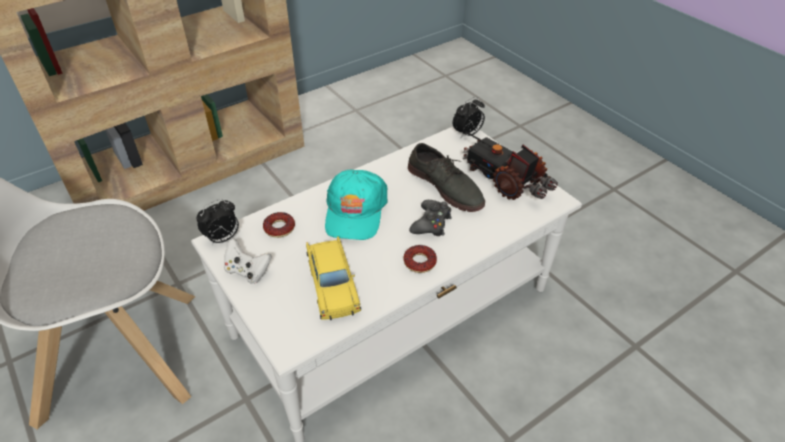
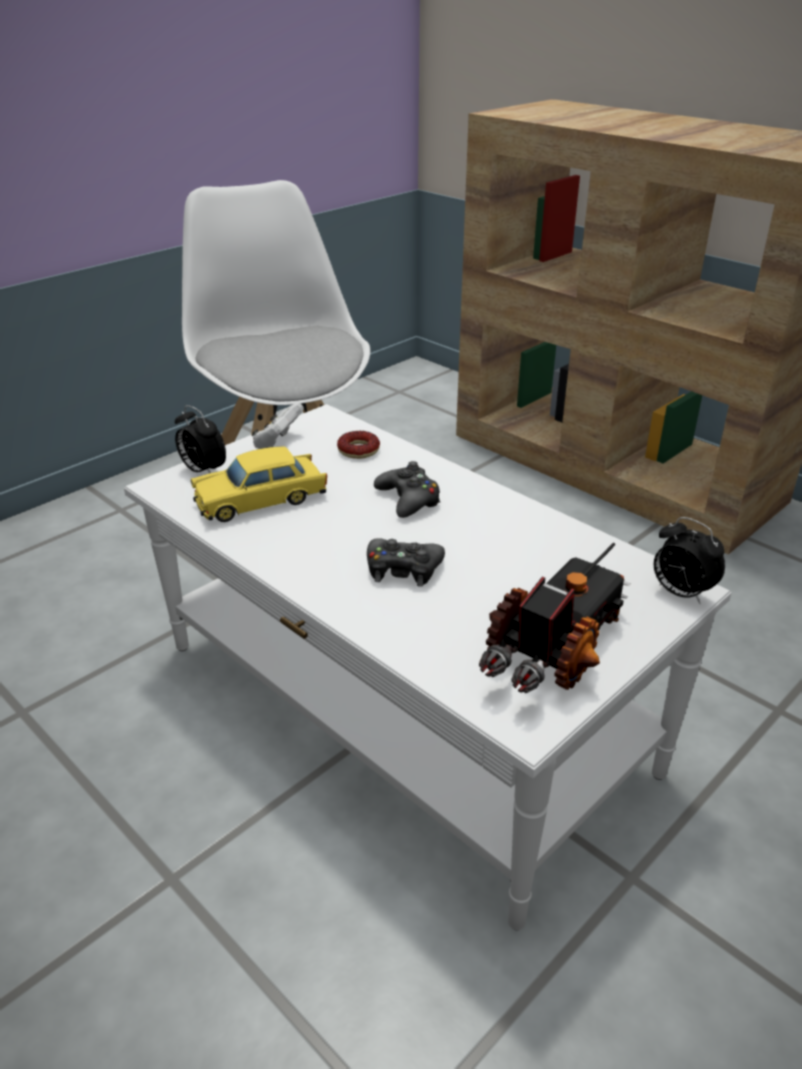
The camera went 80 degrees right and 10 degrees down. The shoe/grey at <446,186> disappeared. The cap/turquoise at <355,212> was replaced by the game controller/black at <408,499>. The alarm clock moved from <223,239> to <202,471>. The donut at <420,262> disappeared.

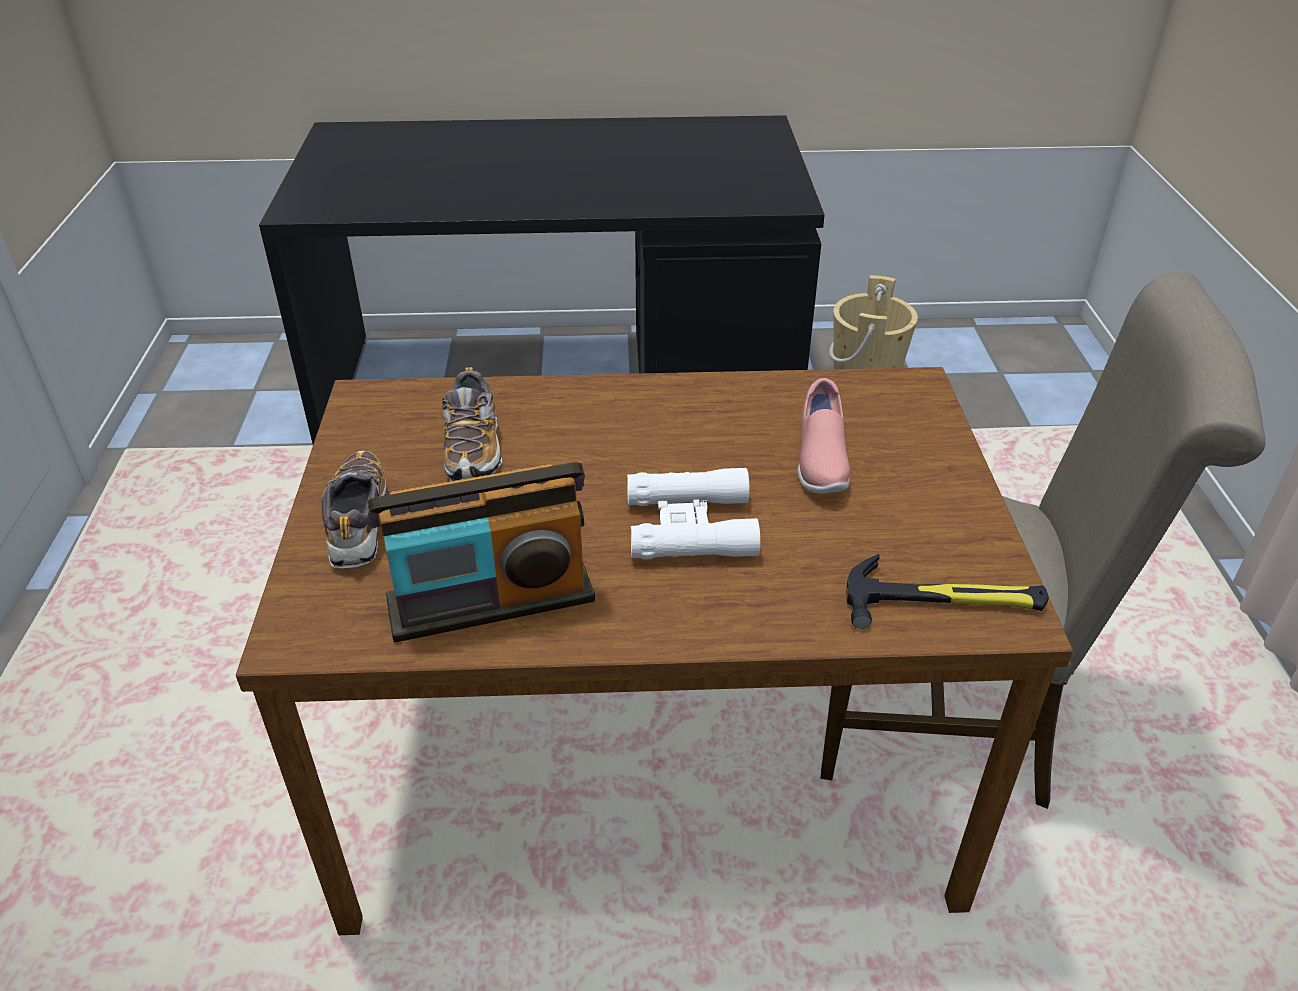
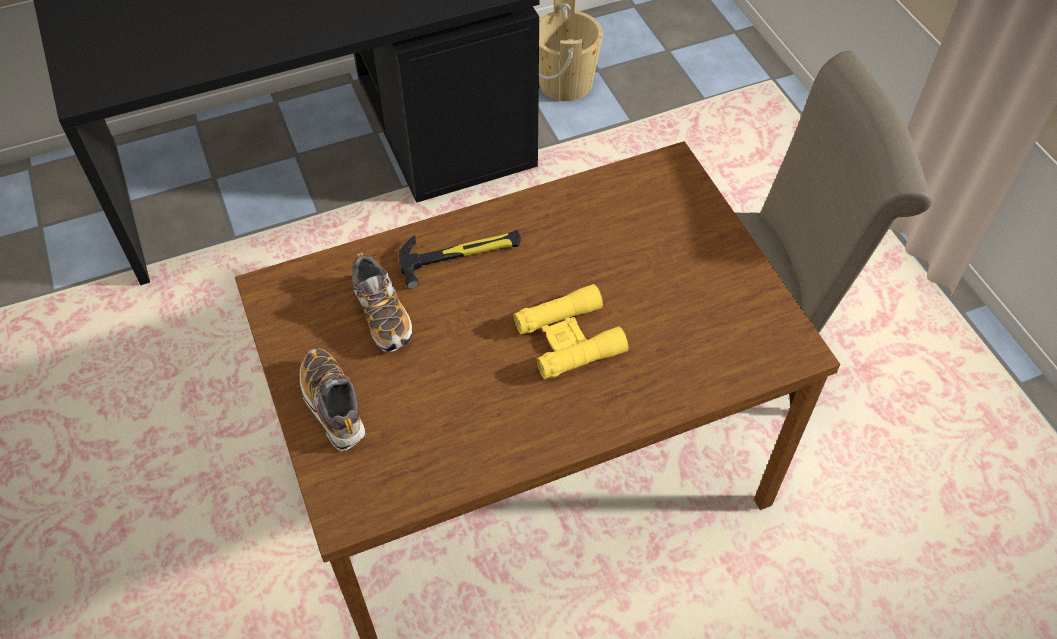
The camera went 20 degrees left and 15 degrees up. The shoe/pink at <819,462> disappeared. The radio at <491,601> disappeared. The binoculars/white at <690,526> became the binoculars/yellow at <569,339>. The hammer moved from <945,600> to <460,254>.

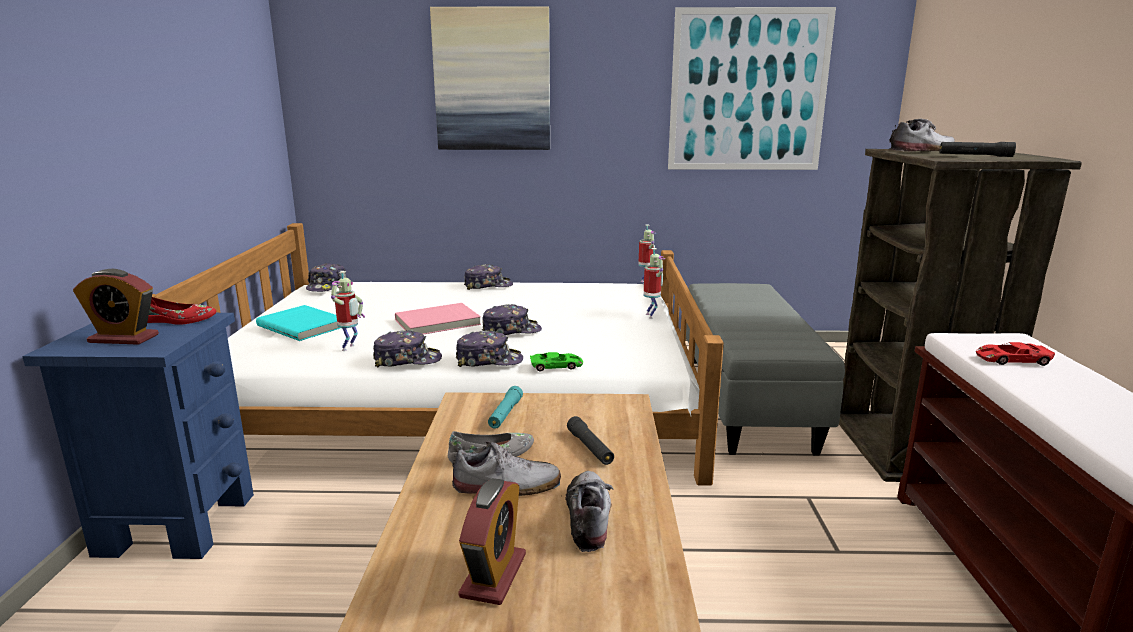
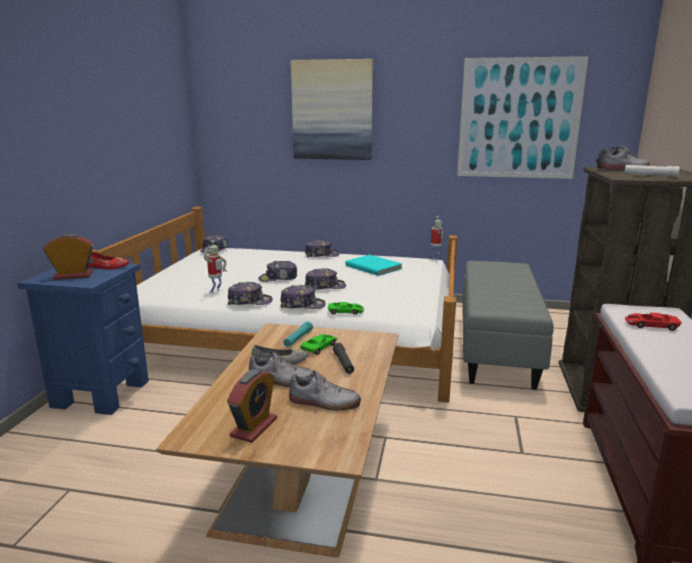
The camera went 10 degrees right and 0 degrees up. The flashlight/black at <975,156> became the flashlight/white at <650,175>. The toy robot at <651,316> disappeared. The alarm clock at <123,338> turned 150 degrees clockwise. The book/pink at <438,323> was replaced by the cap at <278,278>. The book/turquoise moved from <303,325> to <374,267>. The shoe at <588,517> turned 90 degrees clockwise. The toy car/green at <319,347> appeared.

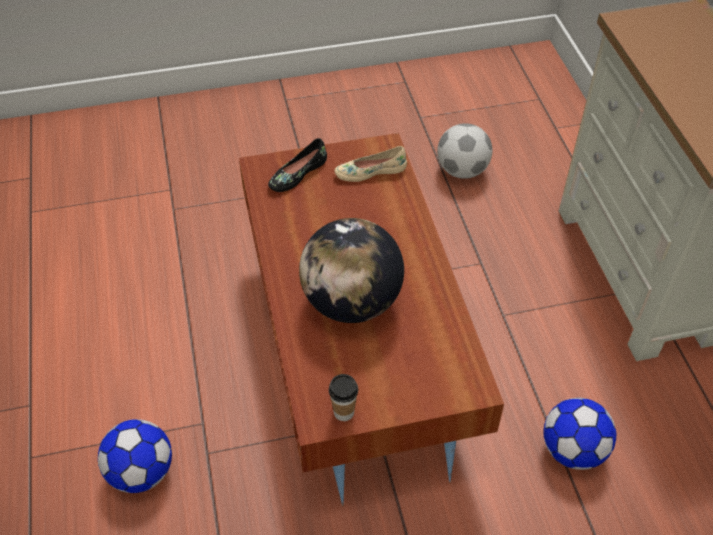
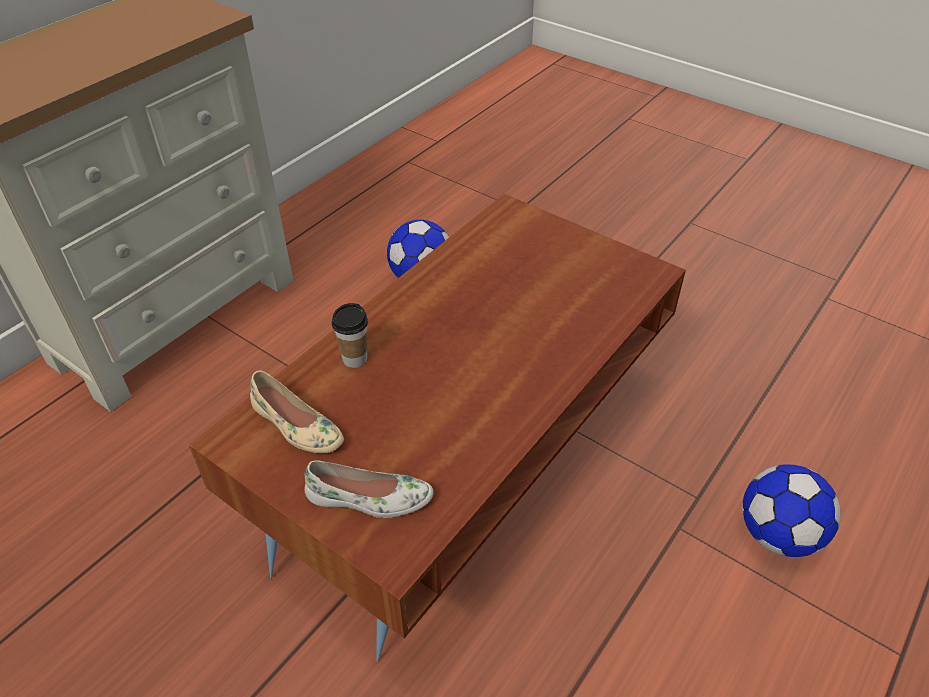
The camera went 130 degrees left and 5 degrees down. The football at <462,170> disappeared. The shoe/black at <297,173> became the shoe/white at <369,498>. The globe at <351,302> disappeared. The cup moved from <343,412> to <355,359>.

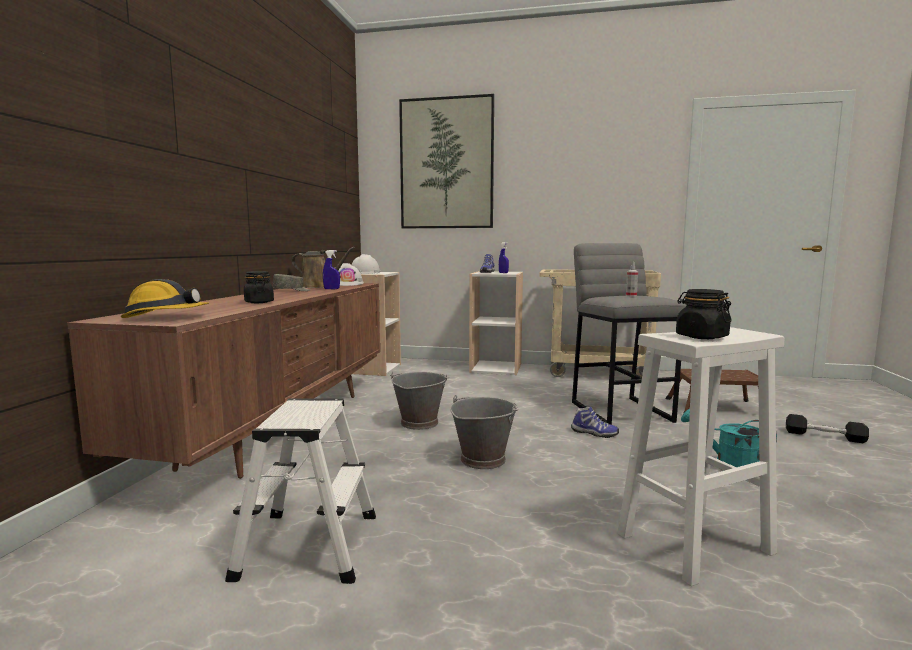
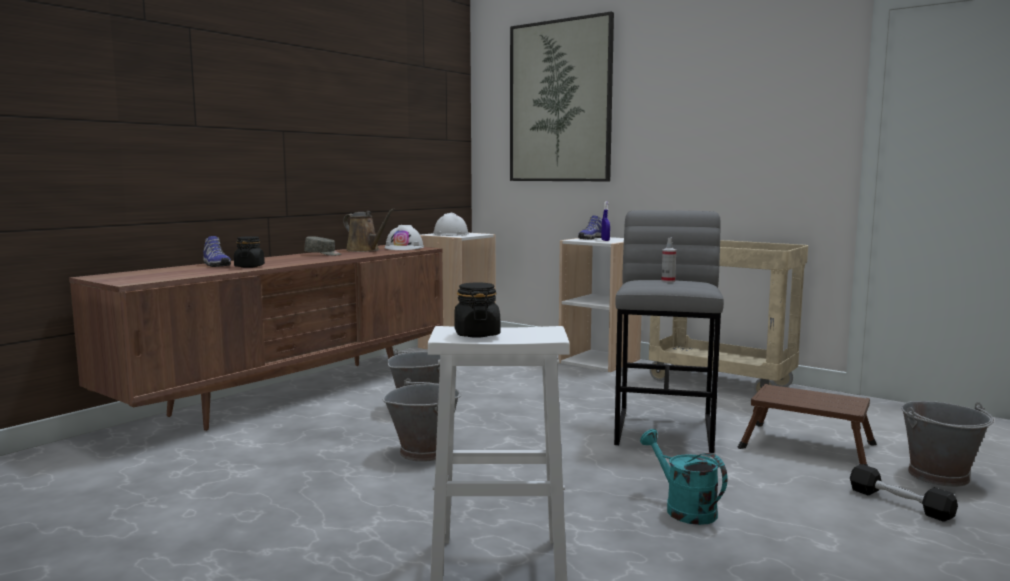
The camera went 25 degrees right and 0 degrees up. The spray bottle/blue at <331,289> disappeared. The hard hat at <166,317> disappeared. The step ladder/white at <308,545> disappeared. The shoe moved from <594,433> to <215,265>. The bucket/grey at <939,475> appeared.

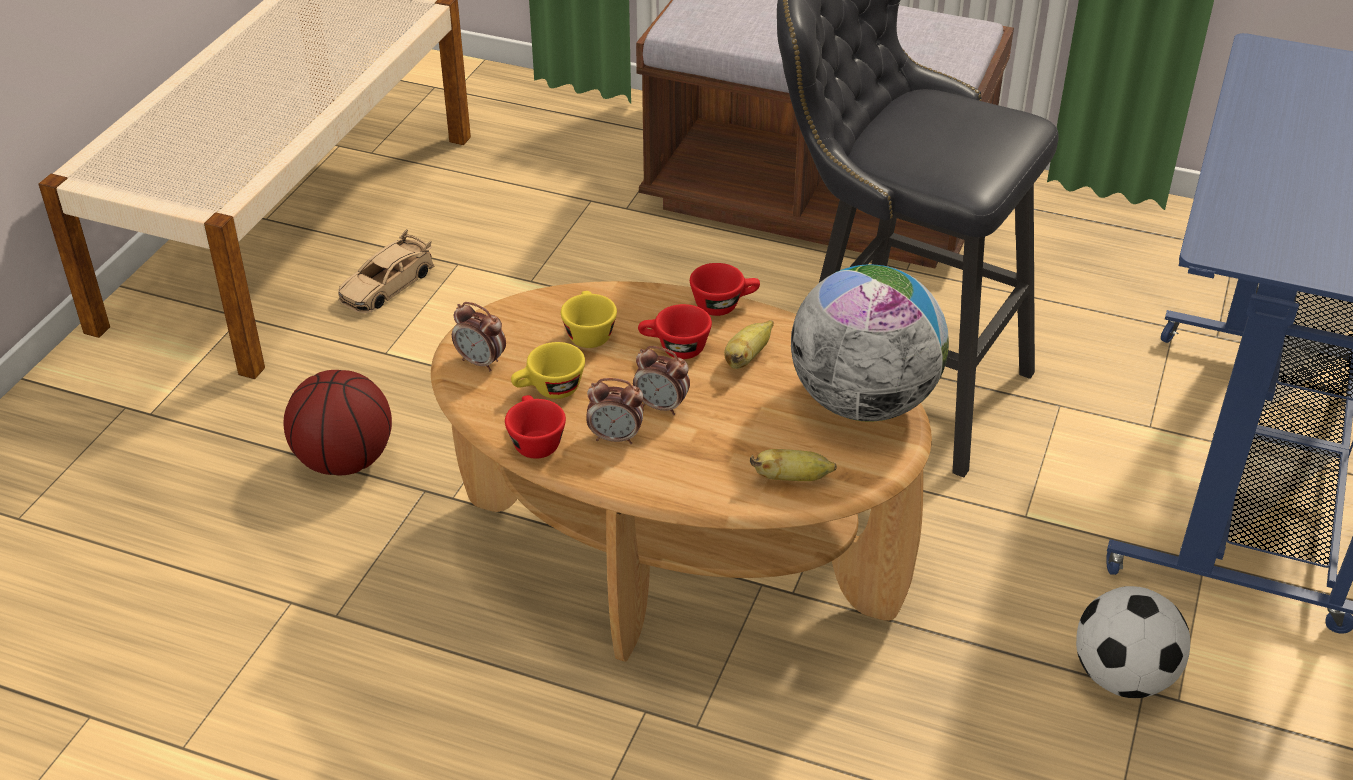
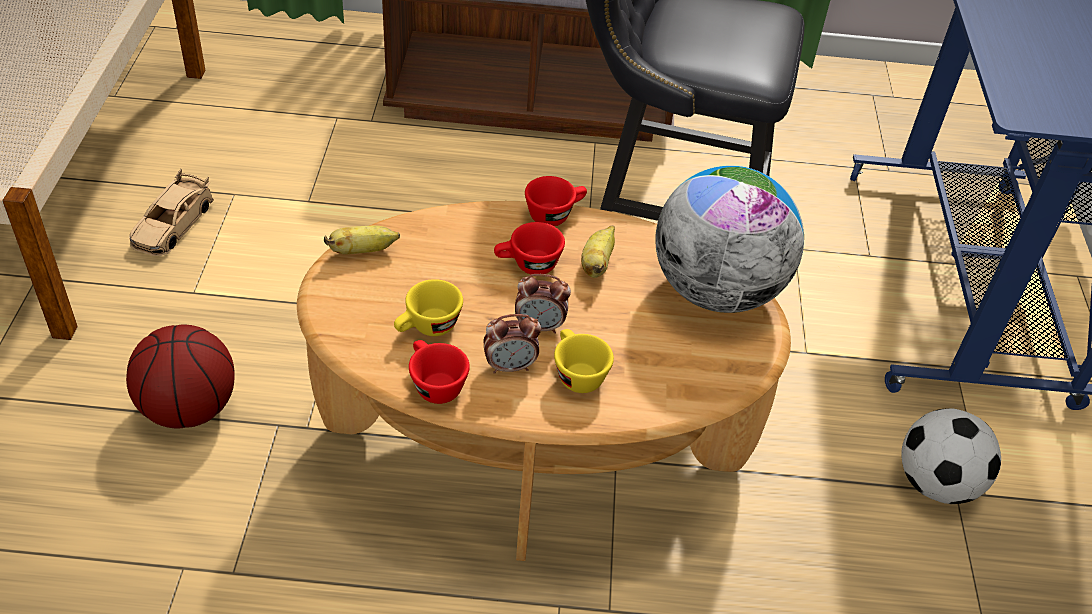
The camera went 20 degrees left and 5 degrees up. The cup/yellow moved from <588,333> to <576,373>. The alarm clock at <481,362> disappeared. The banana moved from <792,478> to <363,251>.

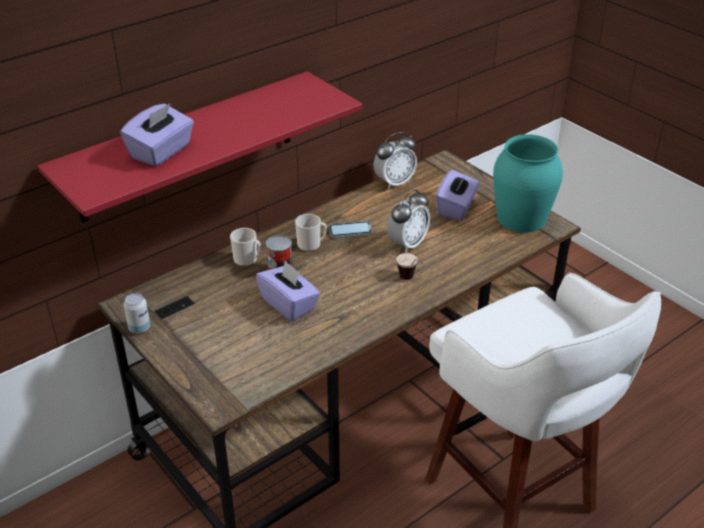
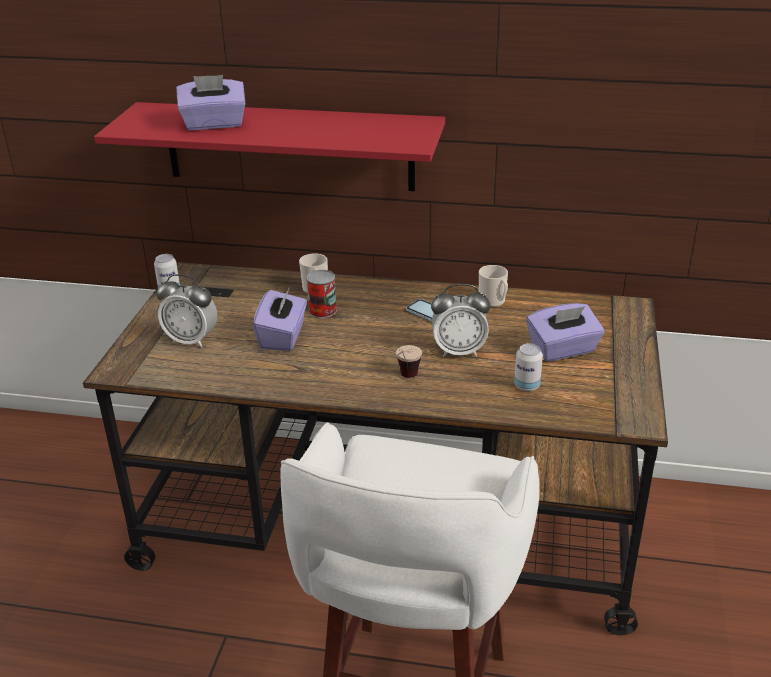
The camera went 50 degrees right and 5 degrees down. The alarm clock moved from <394,182> to <191,340>. The vase/turquoise at <521,217> disappeared. The mug moved from <311,245> to <493,302>. The can at <526,386> appeared.

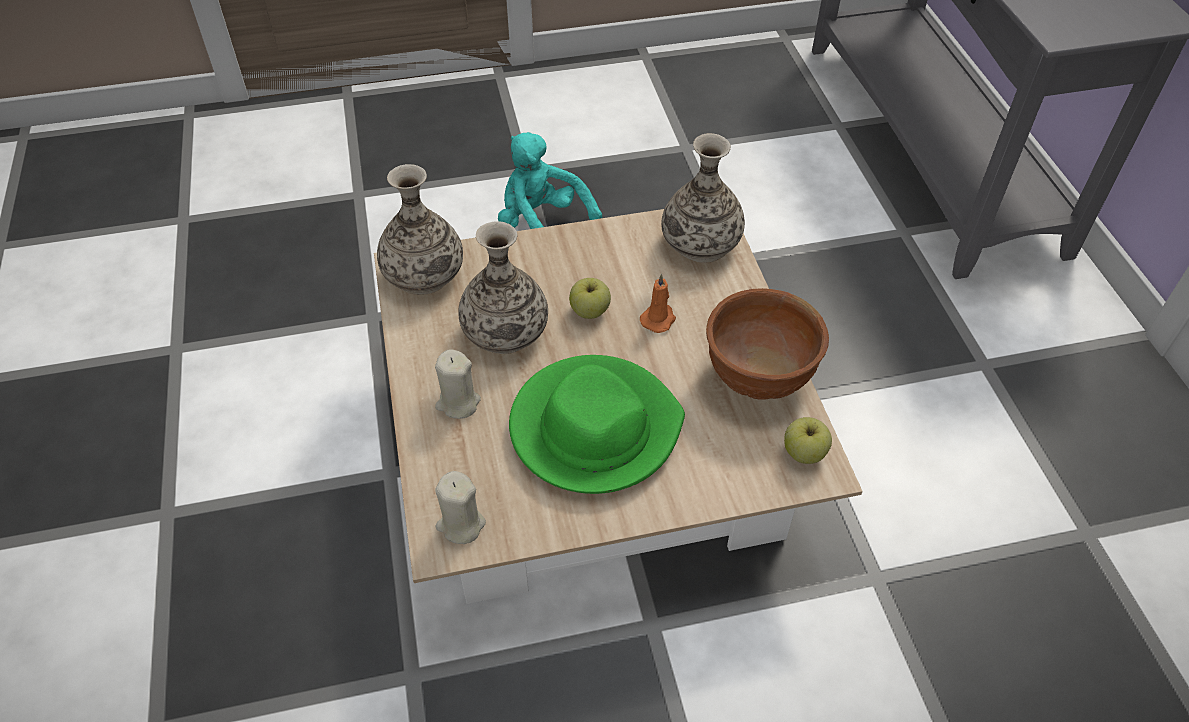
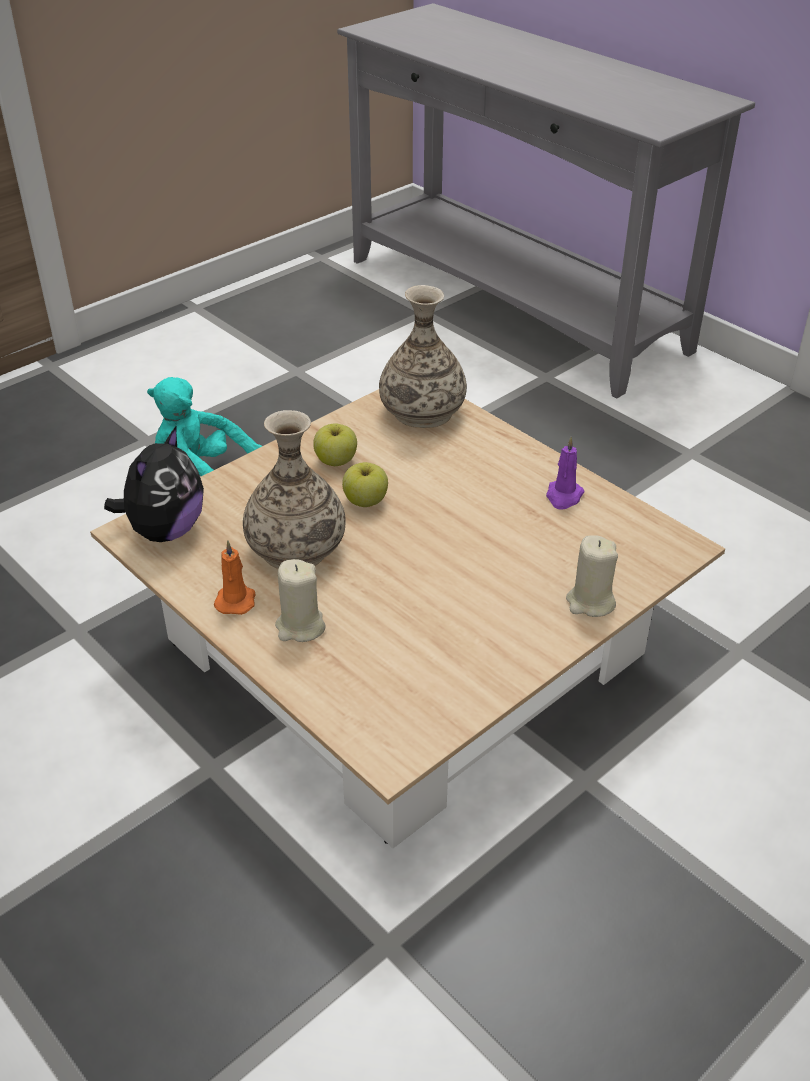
The camera went 30 degrees left and 10 degrees down. The vase at <424,274> was replaced by the plush toy at <165,530>. The candle/orange moved from <658,319> to <236,600>. The bowl/brown at <757,376> was replaced by the candle/purple at <563,496>. The hat/green at <594,428> disappeared. The apple moved from <804,453> to <336,461>. The candle/beige moved from <461,524> to <590,602>.

